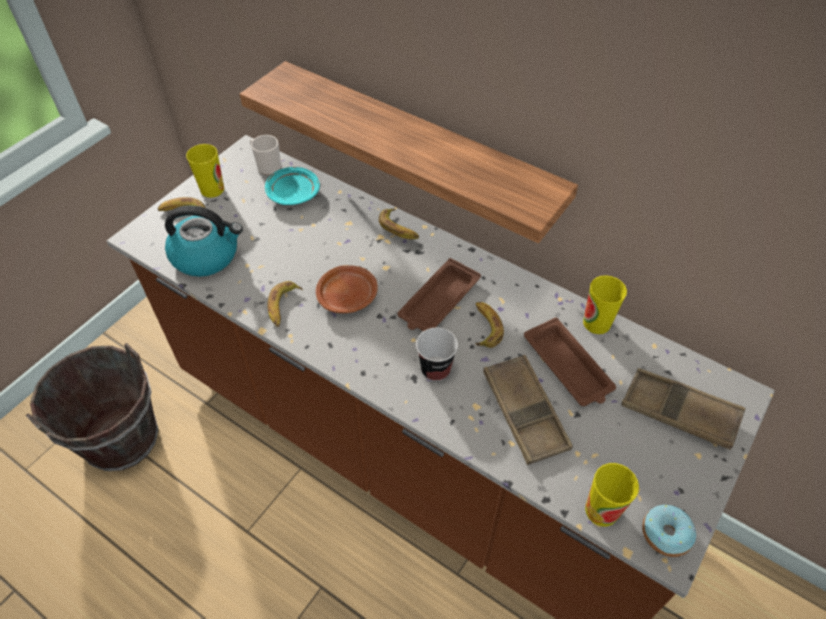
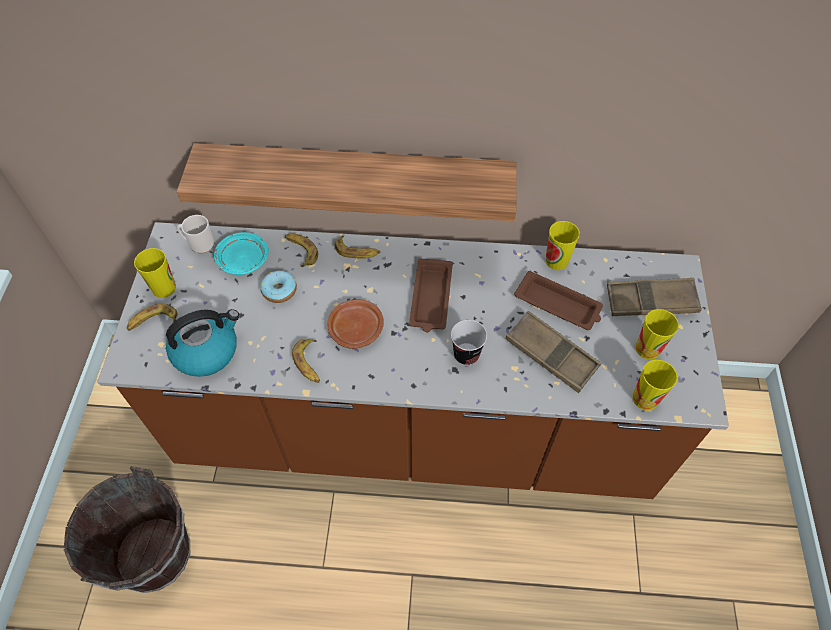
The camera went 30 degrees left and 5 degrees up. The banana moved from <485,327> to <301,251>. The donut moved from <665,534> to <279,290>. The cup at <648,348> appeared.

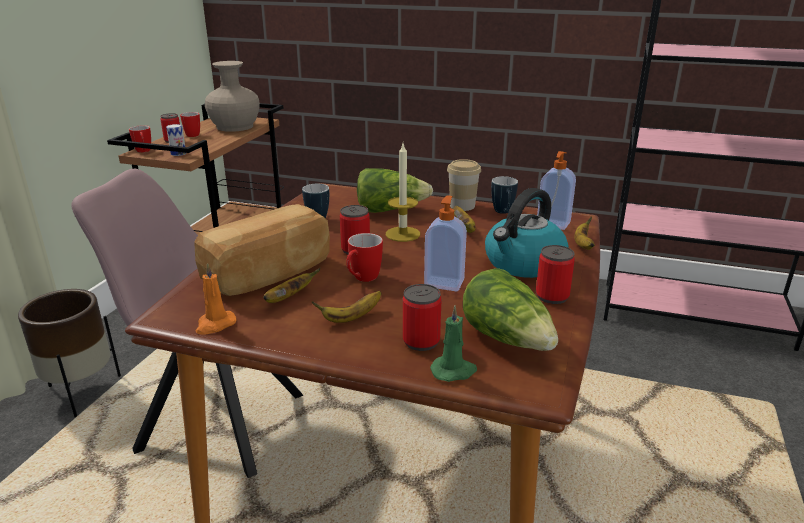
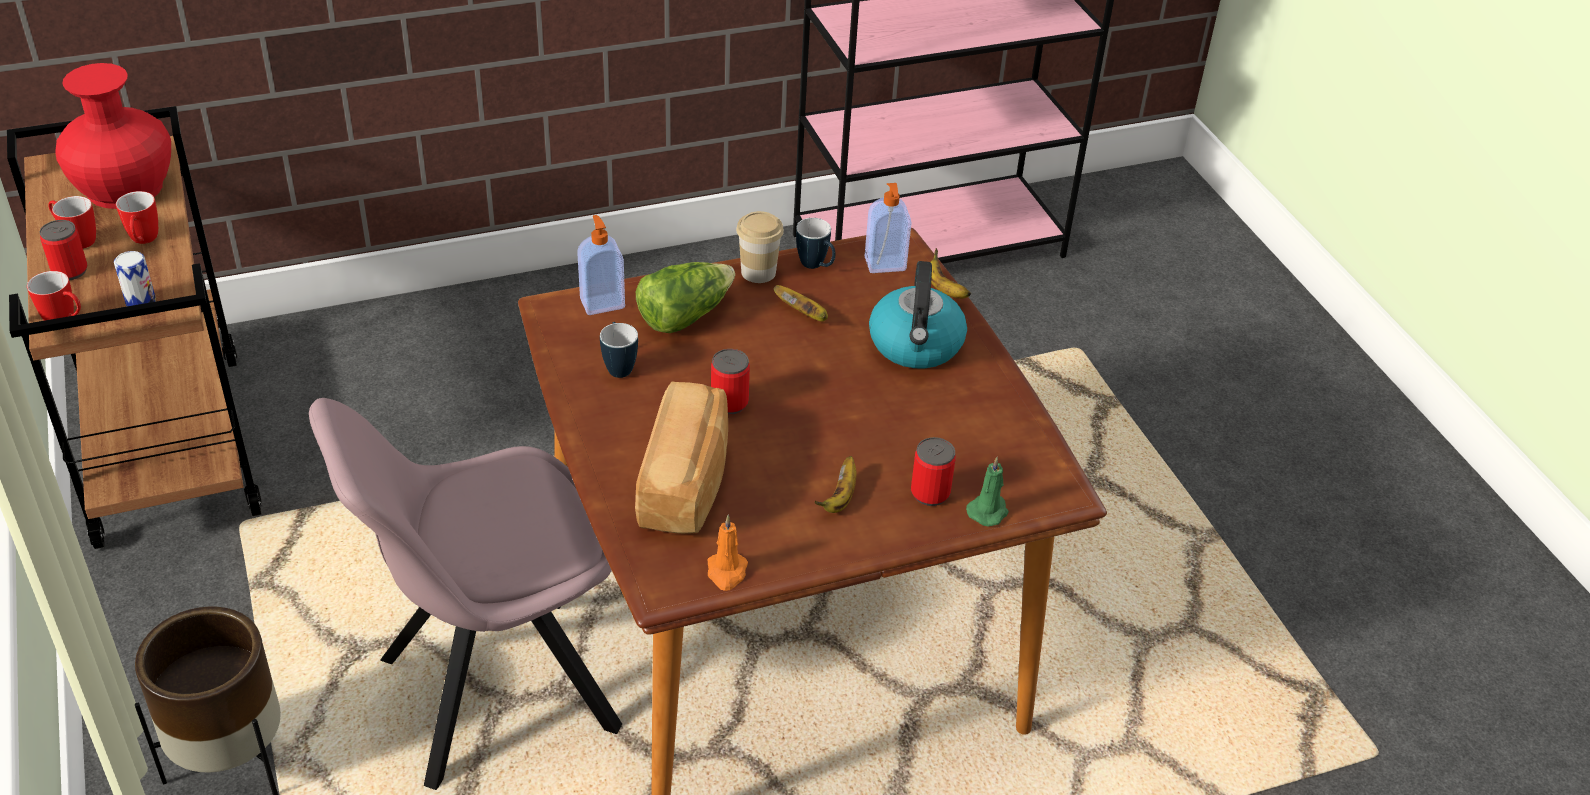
The camera went 40 degrees left and 15 degrees up. The vase/beige at <235,126> became the vase/red at <124,187>. The candle at <402,234> disappeared. The soap dispenser moved from <444,283> to <602,303>. The mug moved from <362,279> to <143,241>. The can at <552,296> disappeared. The banana at <289,297> disappeared. The lettuce at <508,339> disappeared.

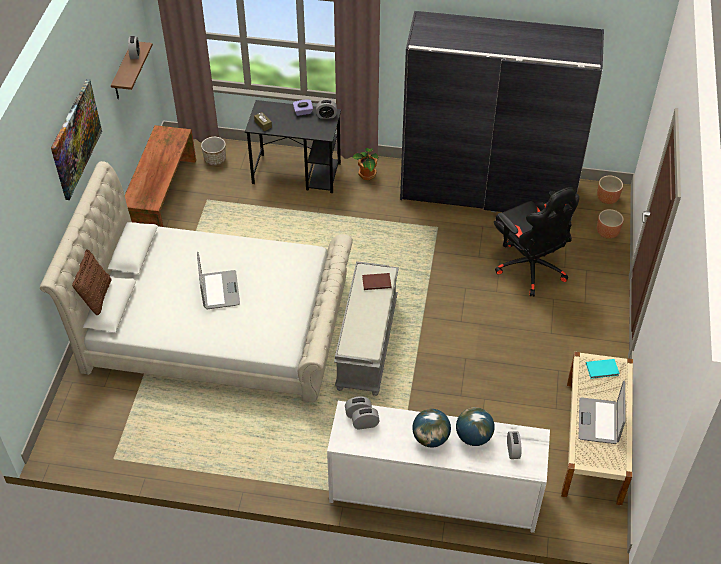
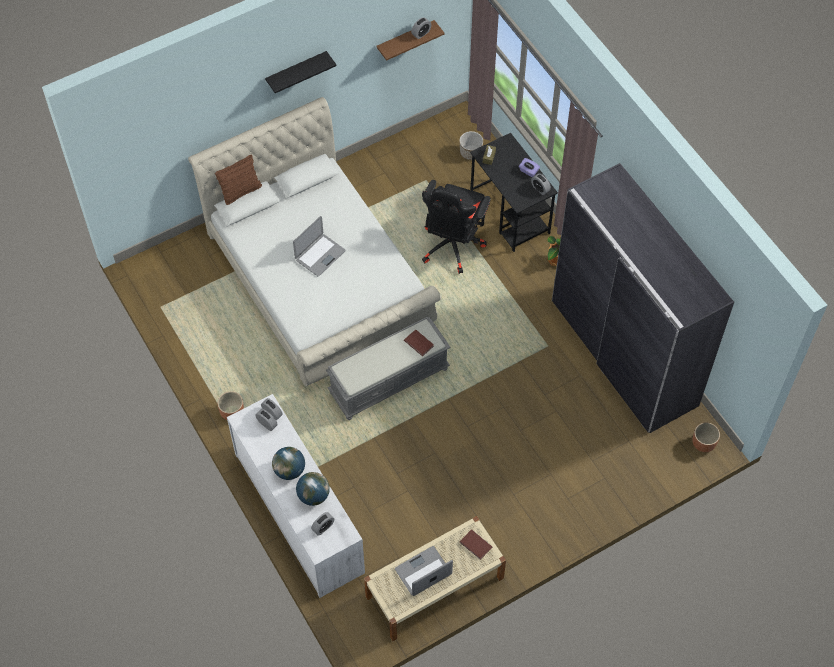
The camera went 50 degrees right and 10 degrees up. The picture at <75,139> was replaced by the shelf/black at <296,72>. The bench/brown at <162,197> disappeared. The office chair/black moved from <527,264> to <454,241>. The planter/brown moved from <607,233> to <232,413>. The book/turquoise at <602,370> became the book/brown at <475,545>.

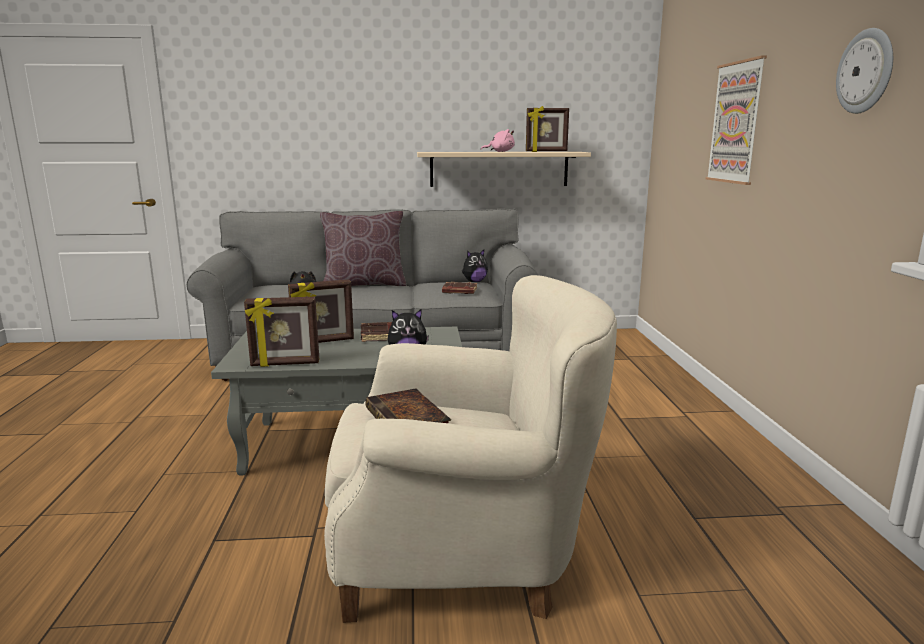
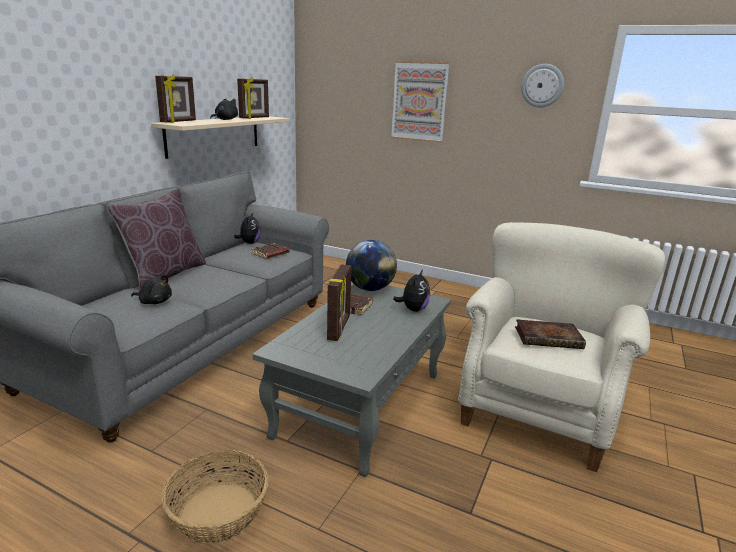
The camera went 60 degrees left and 5 degrees up. The plush toy/pink at <500,151> became the plush toy/black at <225,119>. The picture frame moved from <285,364> to <179,121>. The globe at <370,289> appeared. The basket at <218,512> appeared.

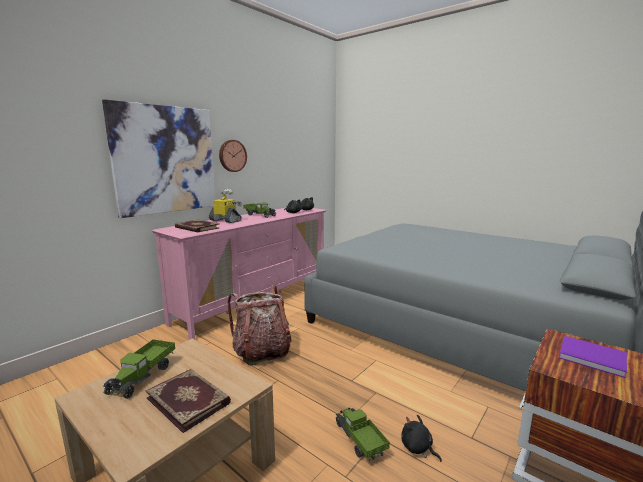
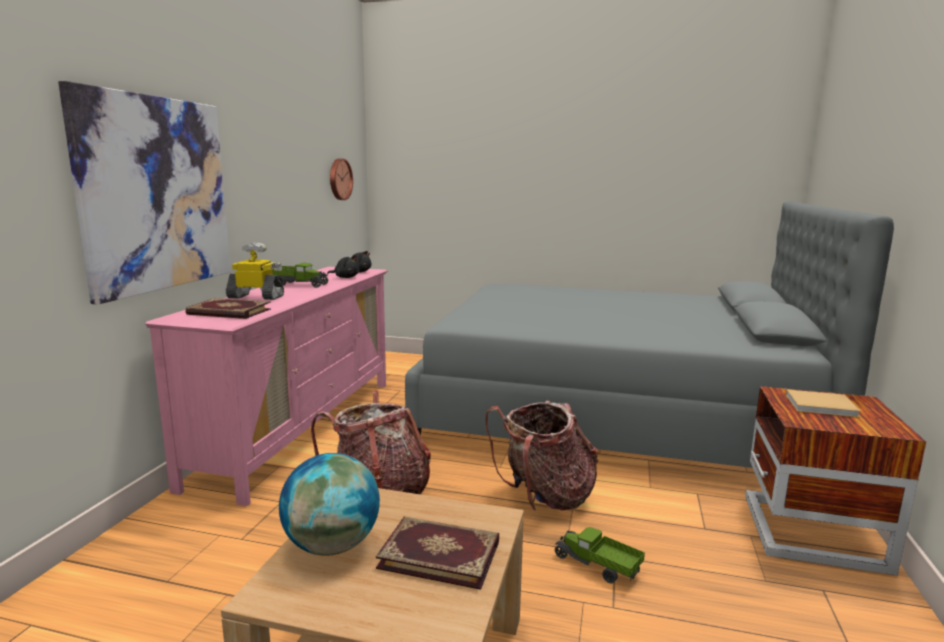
The camera went 25 degrees left and 0 degrees up. The wall clock moved from <232,156> to <339,179>. The book/purple at <594,358> became the book/beige at <823,406>. The toy truck at <143,376> was replaced by the globe at <332,545>. The plush toy/black at <418,448> disappeared. The backpack at <544,496> appeared.

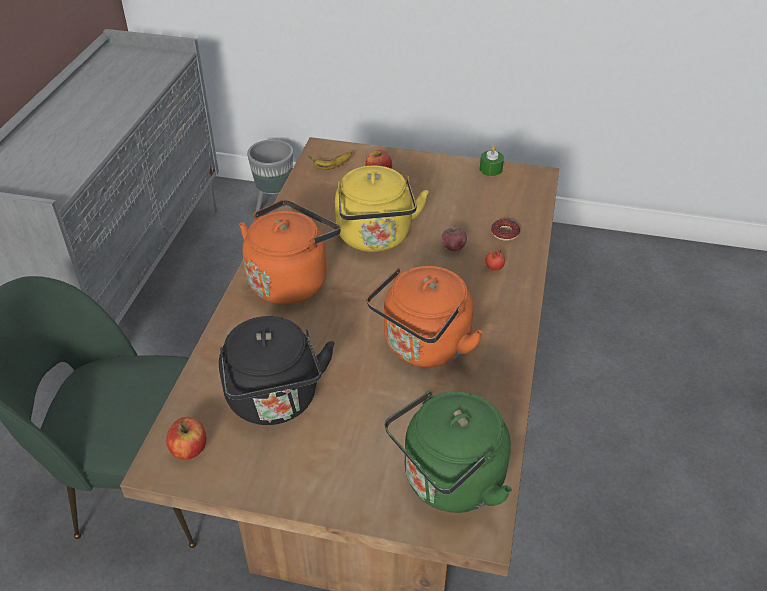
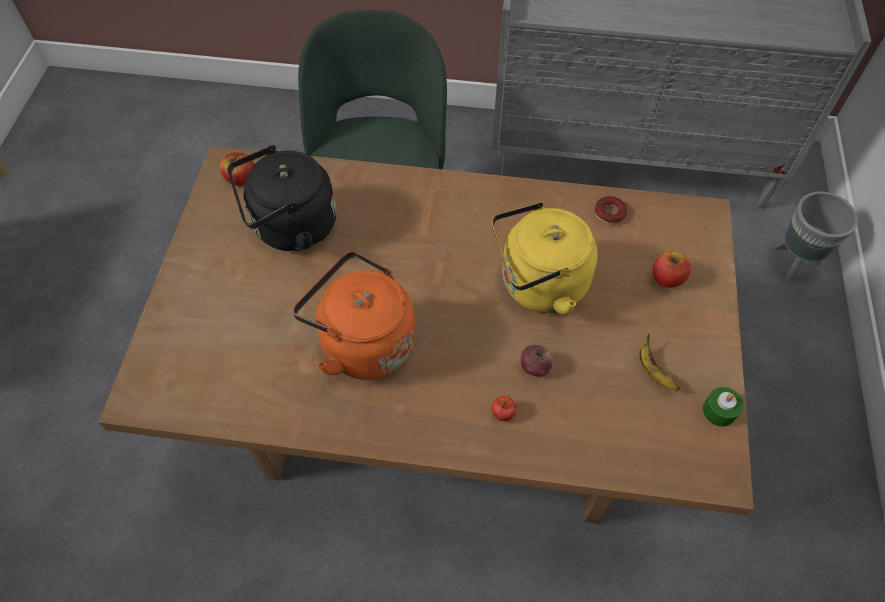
The camera went 85 degrees right and 15 degrees up. The banana moved from <332,167> to <653,372>. The kettle/orange at <291,280> disappeared. The donut moved from <505,233> to <610,213>. The kettle/green at <449,482> disappeared.

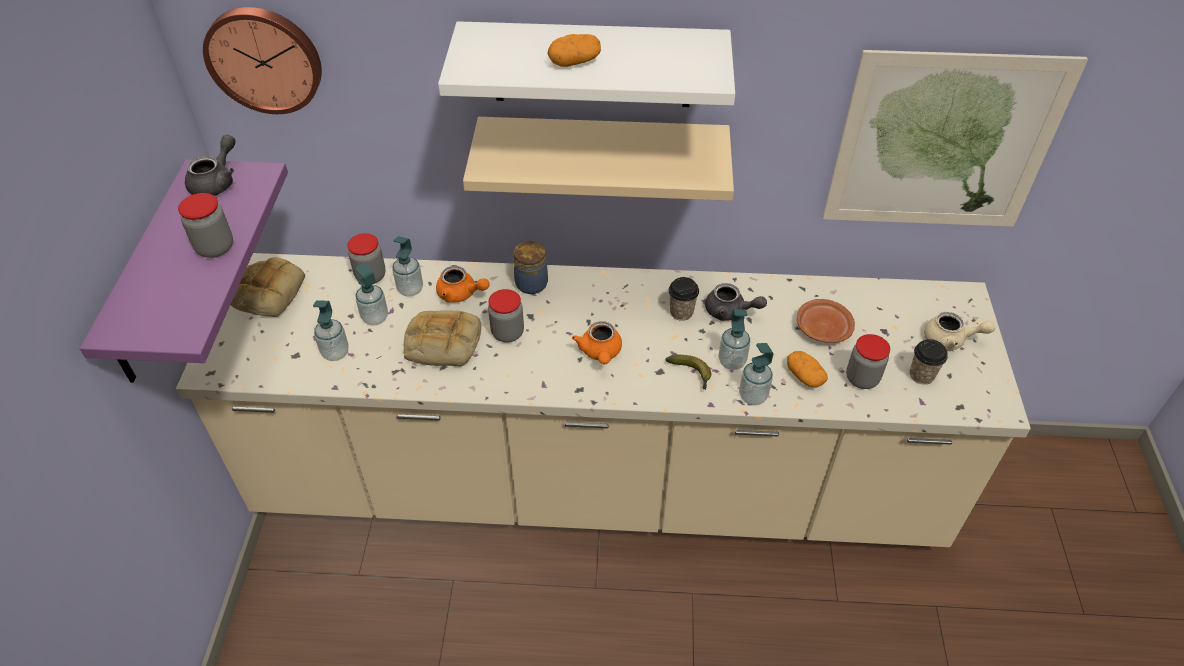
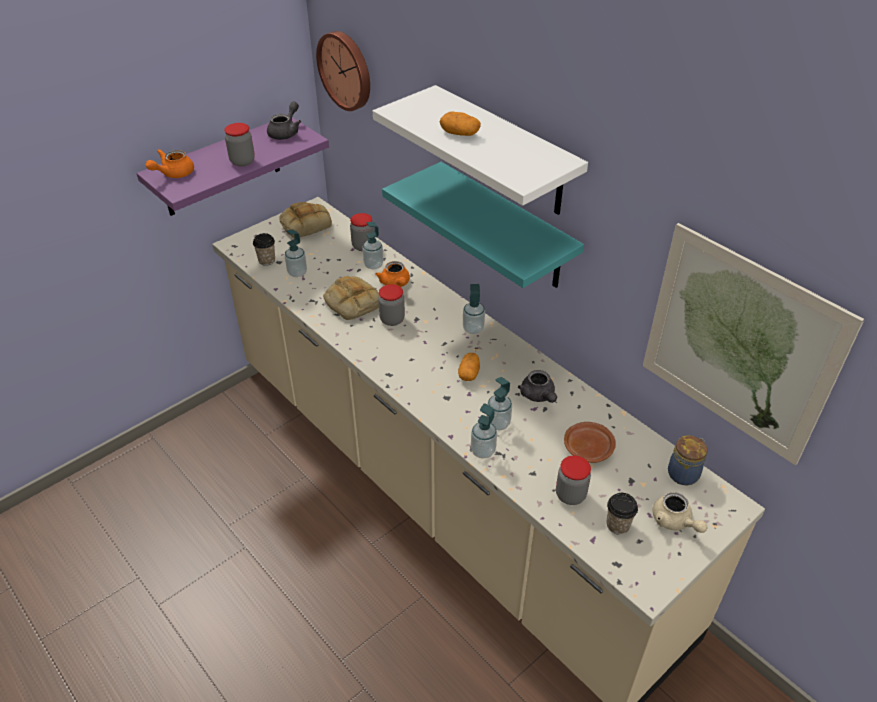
The camera went 45 degrees right and 5 degrees down. The shelf/beige at <602,154> became the shelf/turquoise at <506,227>. The teapot/grey at <217,182> turned 45 degrees counterclockwise. The jar moved from <531,283> to <684,473>. The soap dispenser moved from <375,317> to <473,329>. The cup moved from <681,312> to <267,260>. The teapot/orange moved from <600,353> to <173,174>. The potato moved from <804,376> to <469,373>. The banana at <691,374> disappeared.

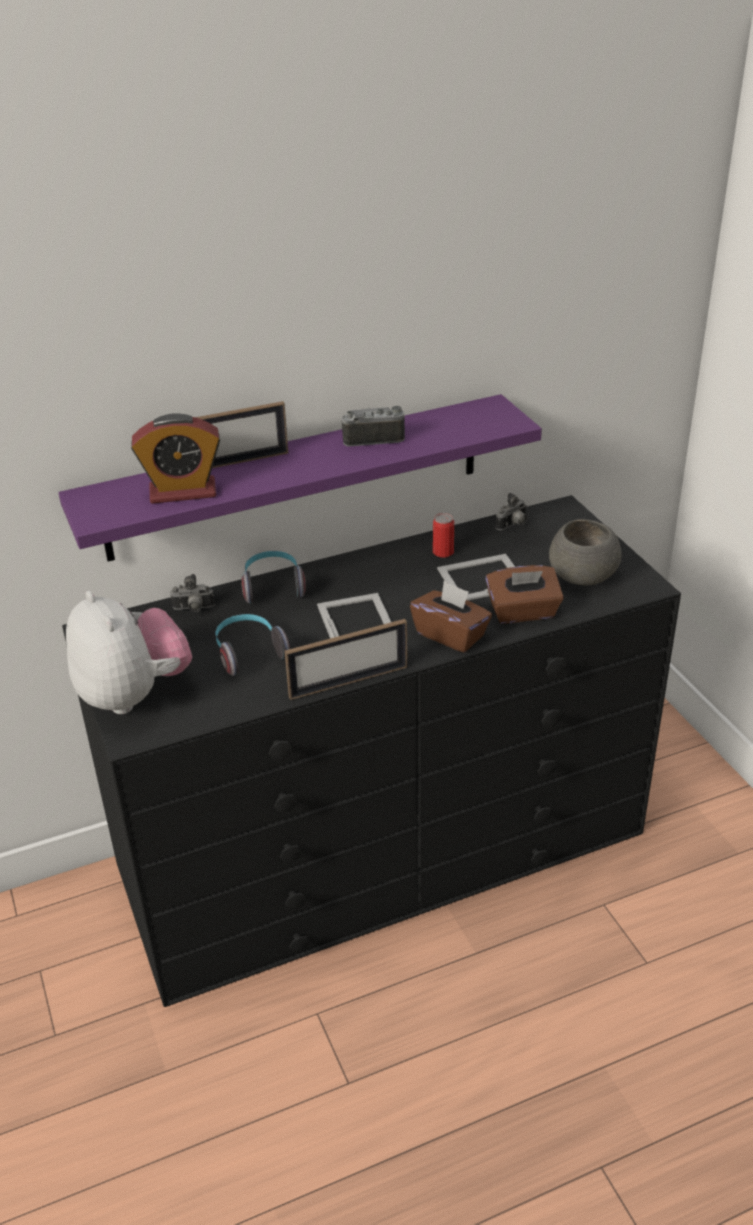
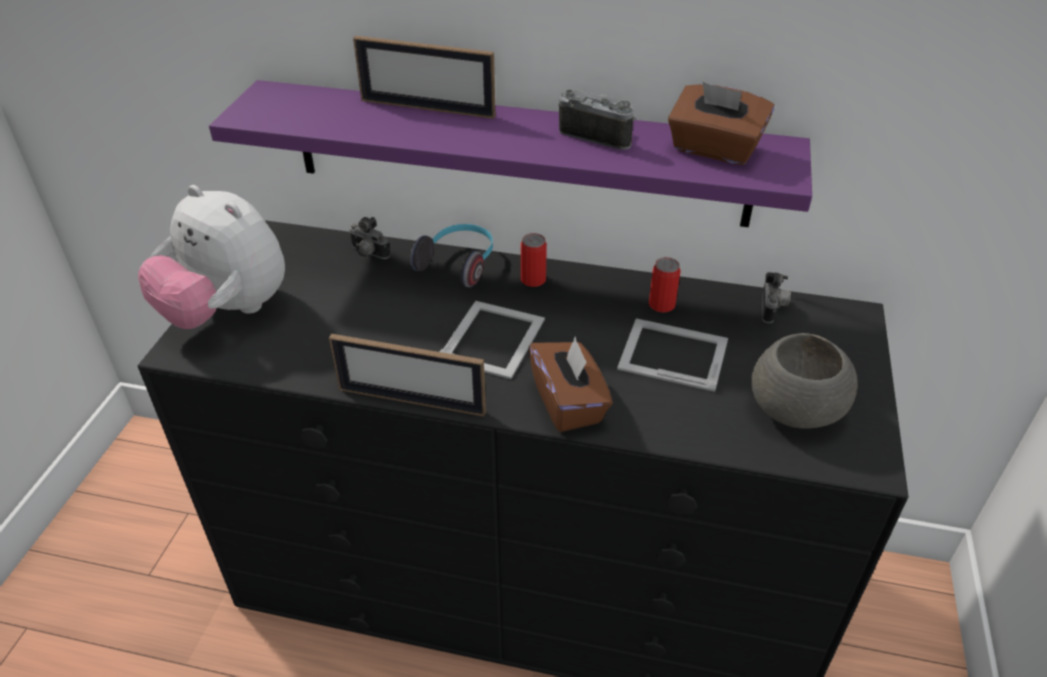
The camera went 35 degrees right and 5 degrees up. The alarm clock at <183,492> disappeared. The photo camera at <513,525> turned 75 degrees counterclockwise. The tissue box/brown moved from <523,612> to <714,149>. The plush toy at <133,695> turned 120 degrees clockwise. The headphones at <248,652> disappeared. The can at <533,280> appeared.

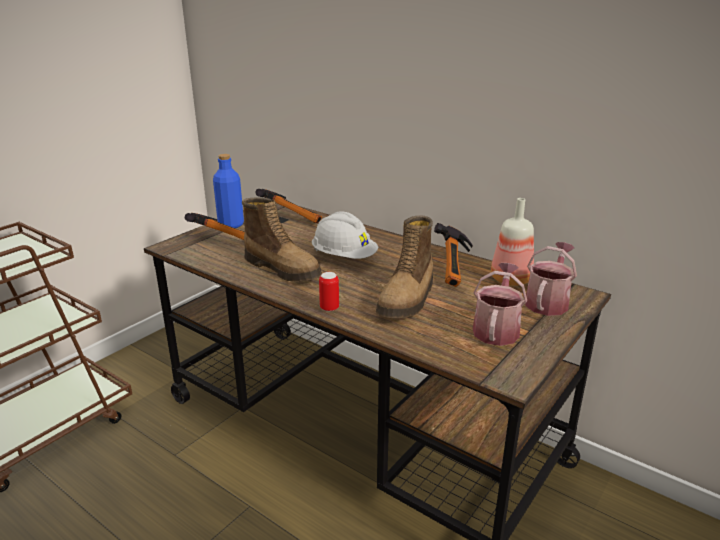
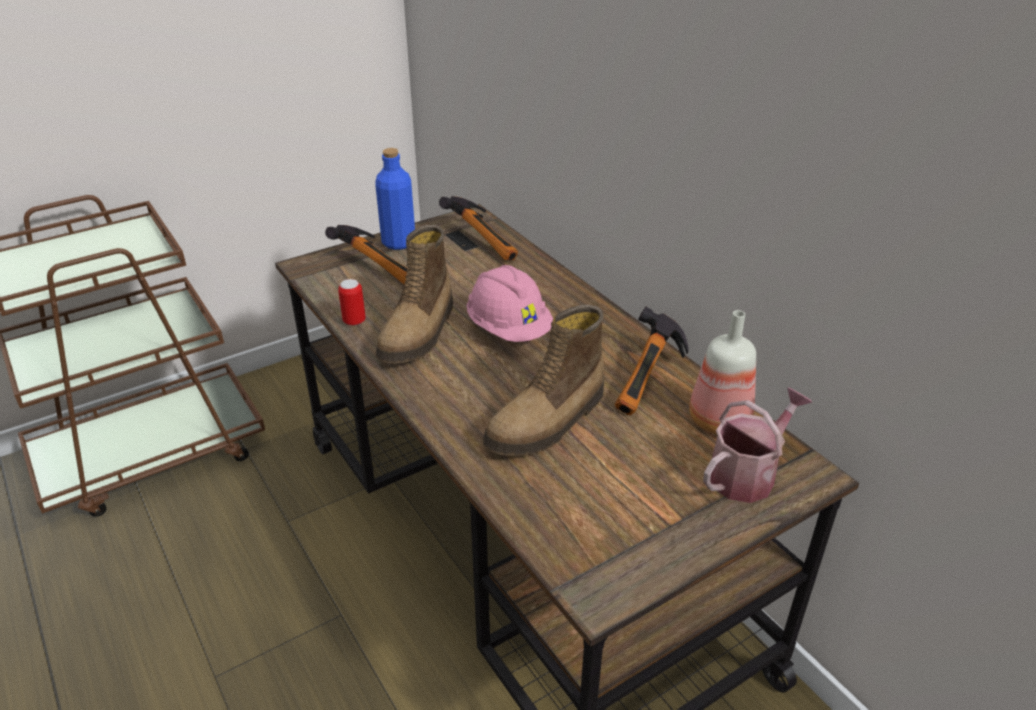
The camera went 20 degrees right and 10 degrees up. The boot at <283,269> turned 45 degrees clockwise. The hard hat/white at <344,257> became the hard hat/pink at <509,329>. The watering can at <496,328> disappeared. The can moved from <329,308> to <354,321>.

